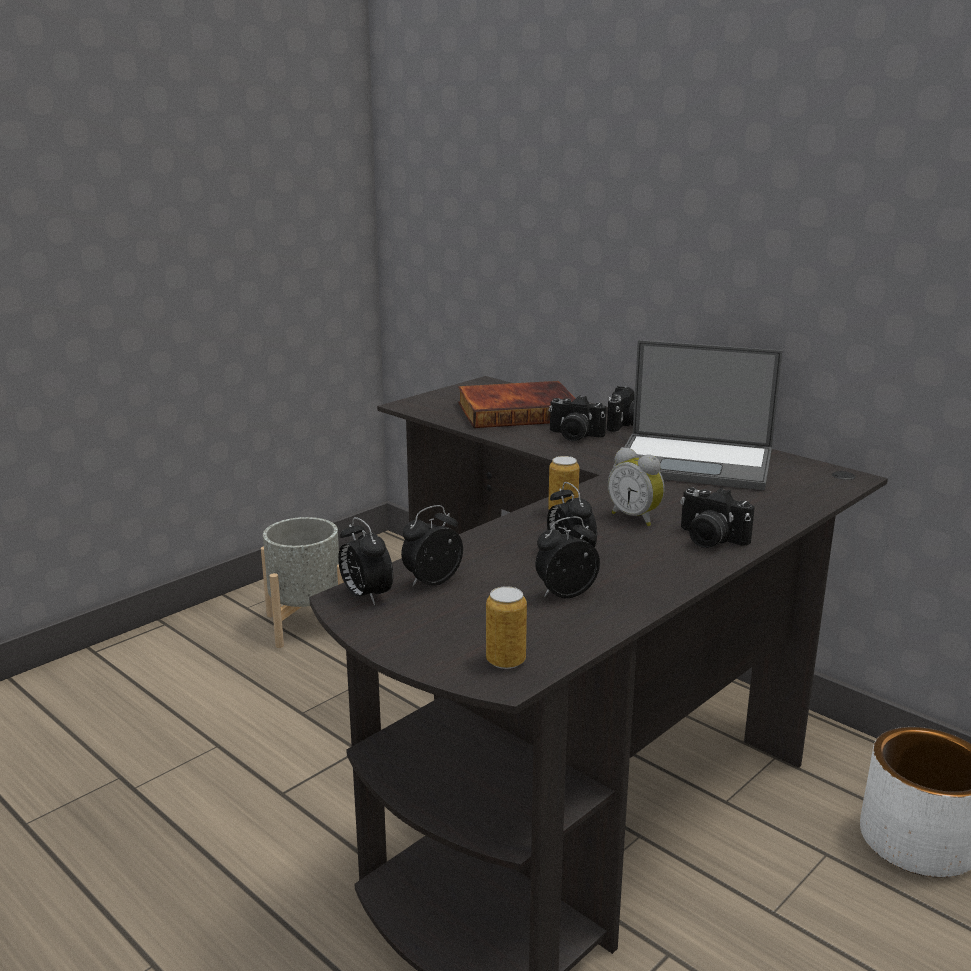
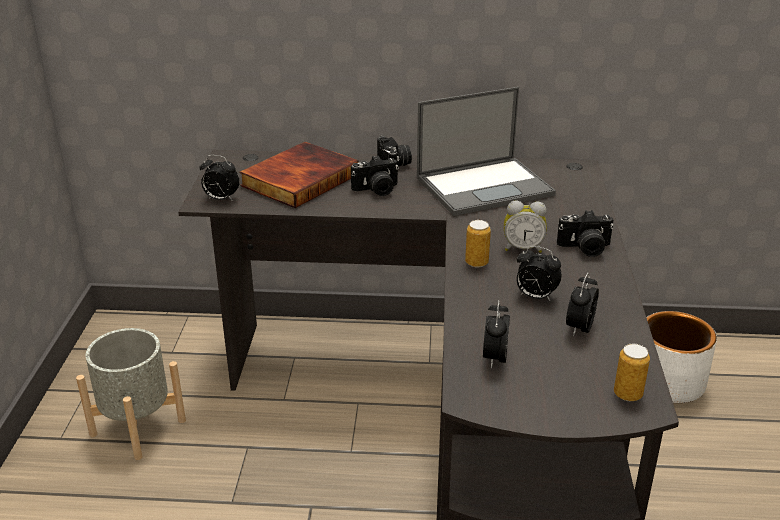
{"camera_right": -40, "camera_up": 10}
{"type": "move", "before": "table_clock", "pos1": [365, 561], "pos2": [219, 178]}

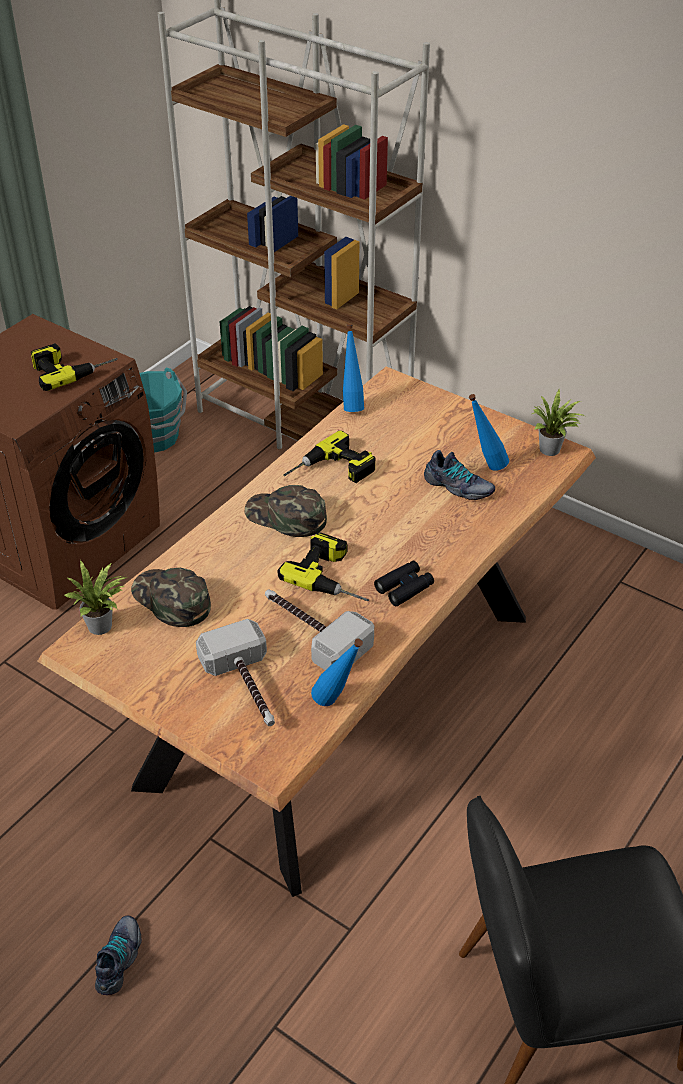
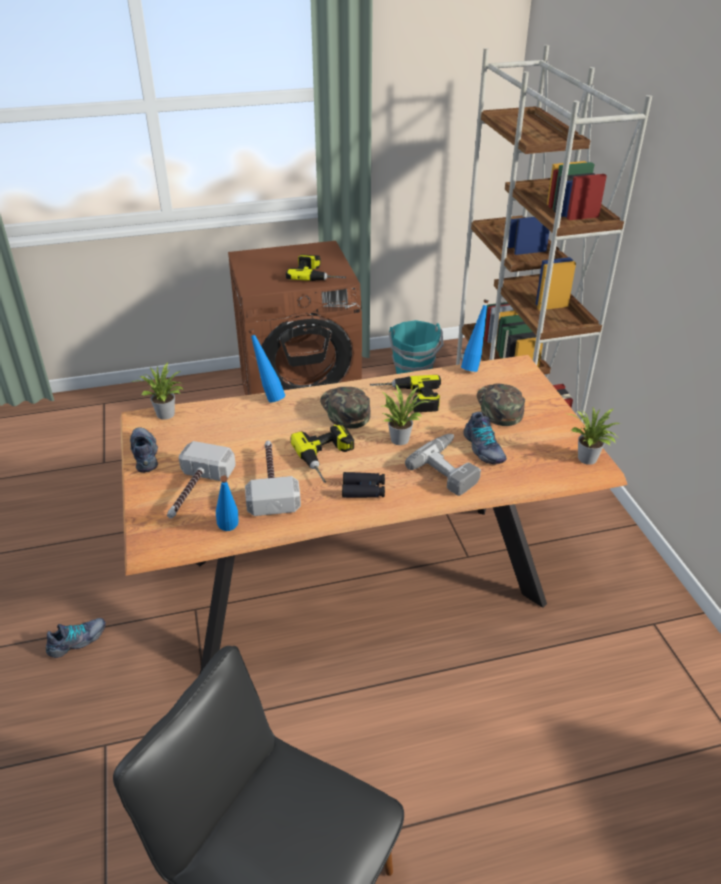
{"camera_right": 40, "camera_up": -5}
{"type": "insert", "after": "low_shoe", "pos2": [144, 450]}
{"type": "move", "before": "blue_bottle", "pos1": [489, 432], "pos2": [267, 365]}
{"type": "insert", "after": "potted_plant", "pos2": [406, 414]}
{"type": "insert", "after": "power_drill", "pos2": [443, 465]}
{"type": "move", "before": "greenish_peaked_cap", "pos1": [171, 597], "pos2": [501, 404]}

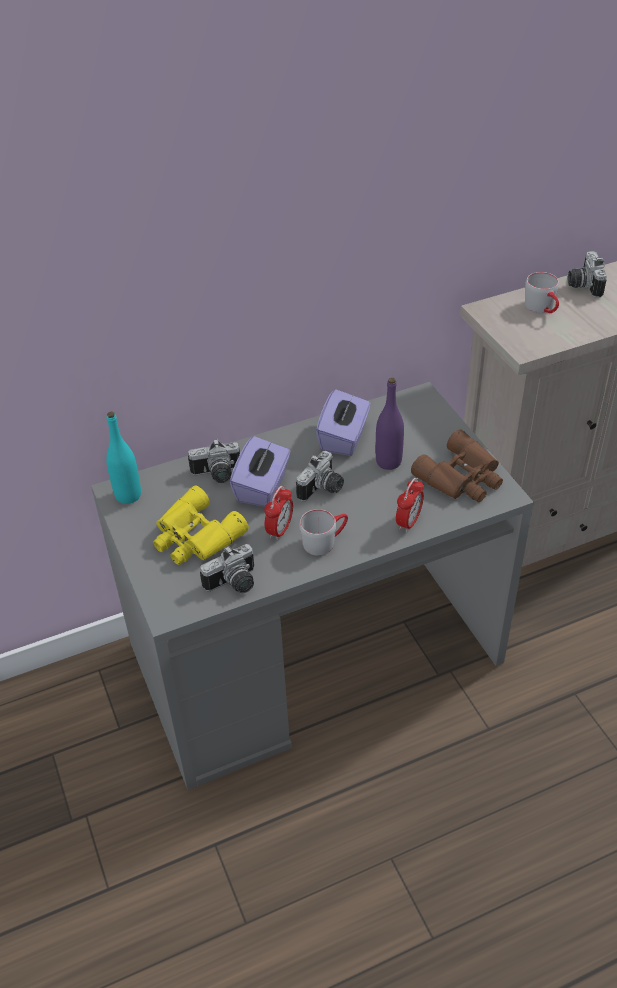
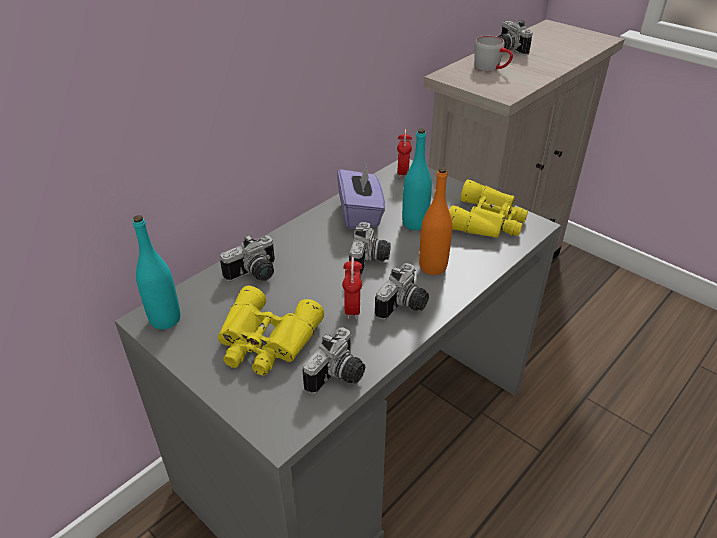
{"camera_right": -25, "camera_up": -5}
{"type": "replace", "before": "gray_coffee_mug", "after": "still_camera", "pos1": [323, 532], "pos2": [402, 291]}
{"type": "move", "before": "table_clock", "pos1": [410, 505], "pos2": [404, 154]}
{"type": "recolor", "before": "purple-coloured_bottle", "after": "turquoise_bottle", "pos1": [390, 424], "pos2": [417, 179]}
{"type": "insert", "after": "orangey_bottle", "pos2": [435, 221]}
{"type": "recolor", "before": "brown_field_glasses", "after": "yellow_field_glasses", "pos1": [457, 465], "pos2": [488, 208]}
{"type": "delete", "before": "purple-coloured_box_of_tissues", "pos1": [260, 471]}

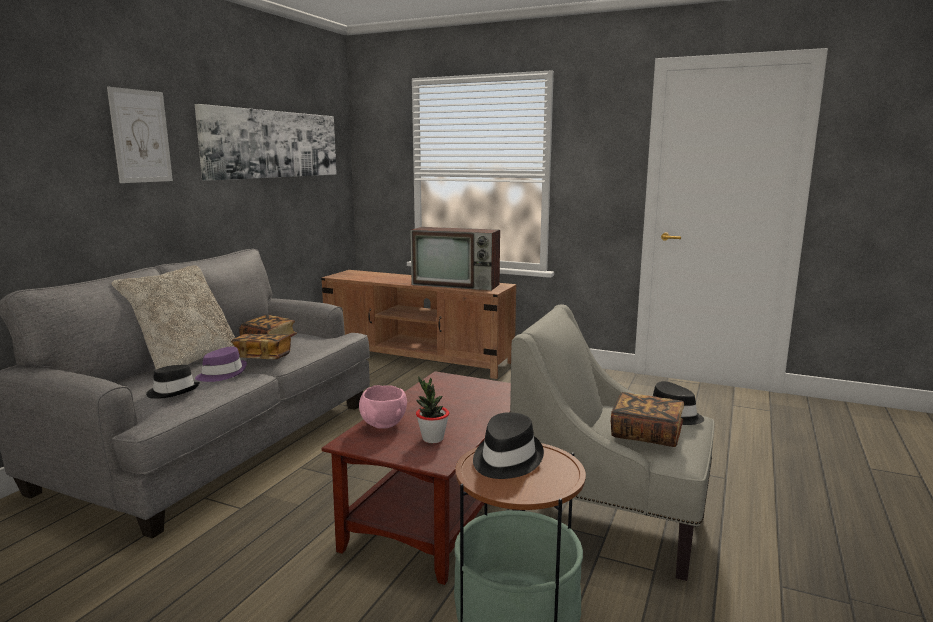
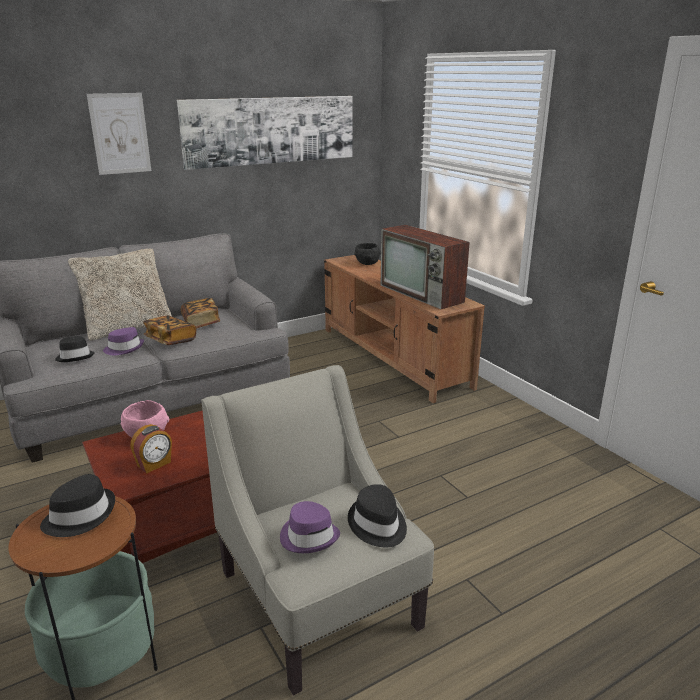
{"camera_right": 35, "camera_up": 10}
{"type": "replace", "before": "potted_plant", "after": "table_clock", "pos1": [432, 409], "pos2": [151, 448]}
{"type": "replace", "before": "volume", "after": "purple-coloured_hat", "pos1": [647, 419], "pos2": [310, 527]}
{"type": "insert", "after": "black-coloured_serving_bowl", "pos2": [367, 254]}

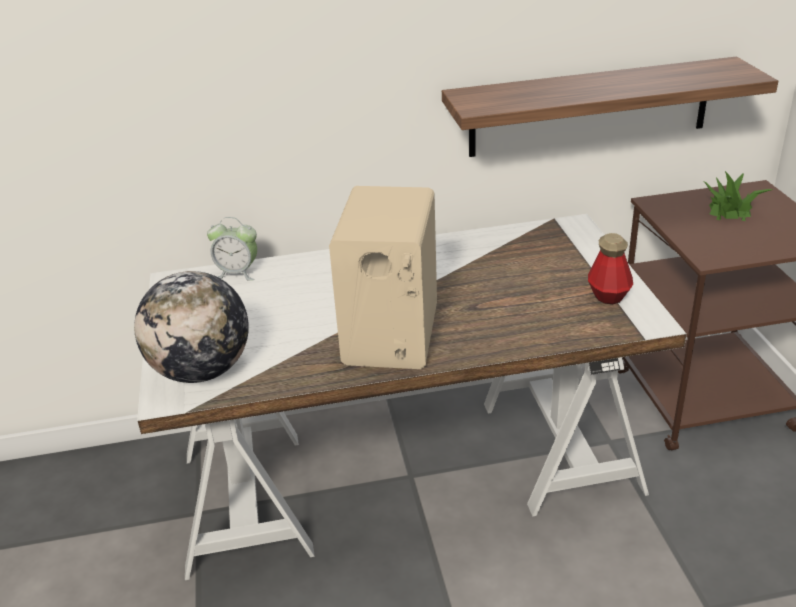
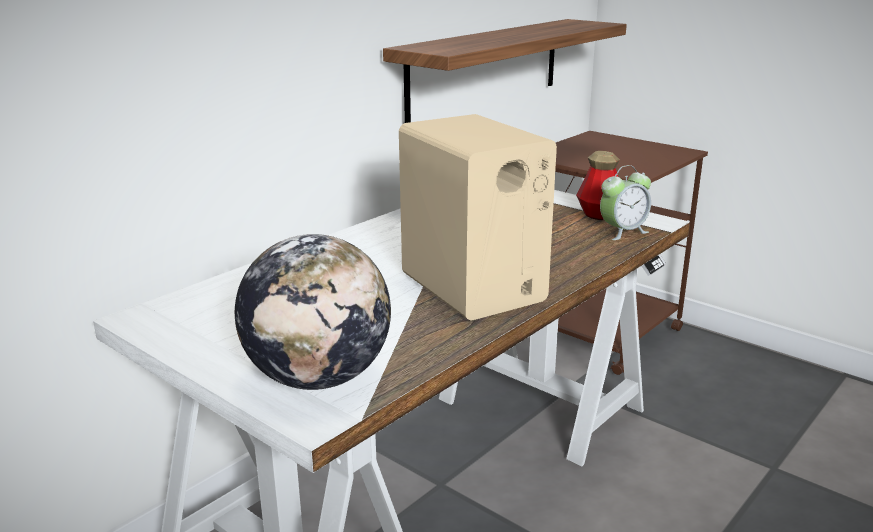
{"camera_right": -40, "camera_up": -10}
{"type": "move", "before": "table_clock", "pos1": [232, 249], "pos2": [625, 202]}
{"type": "delete", "before": "potted_plant", "pos1": [738, 196]}

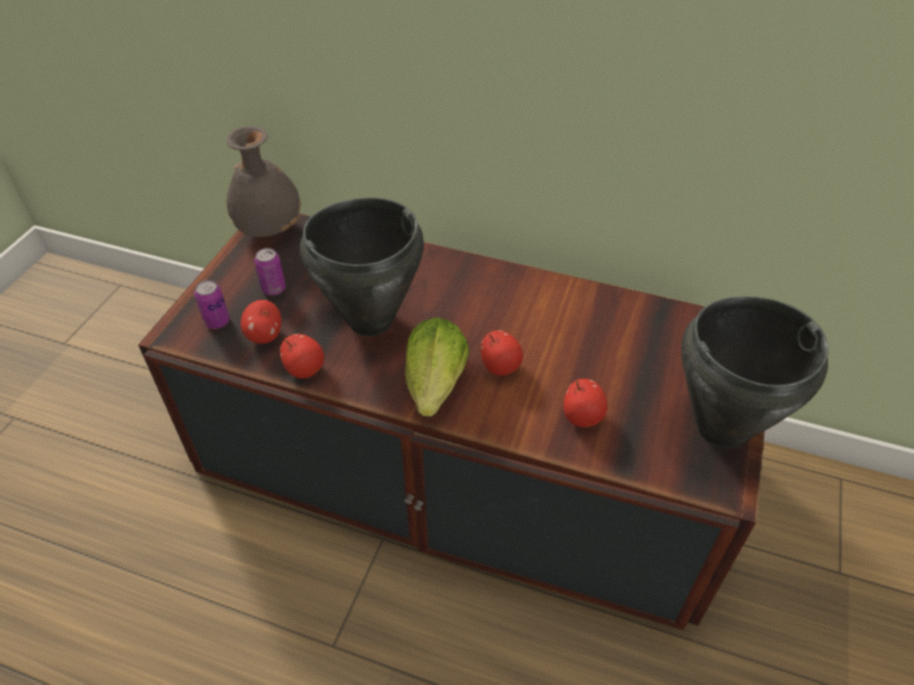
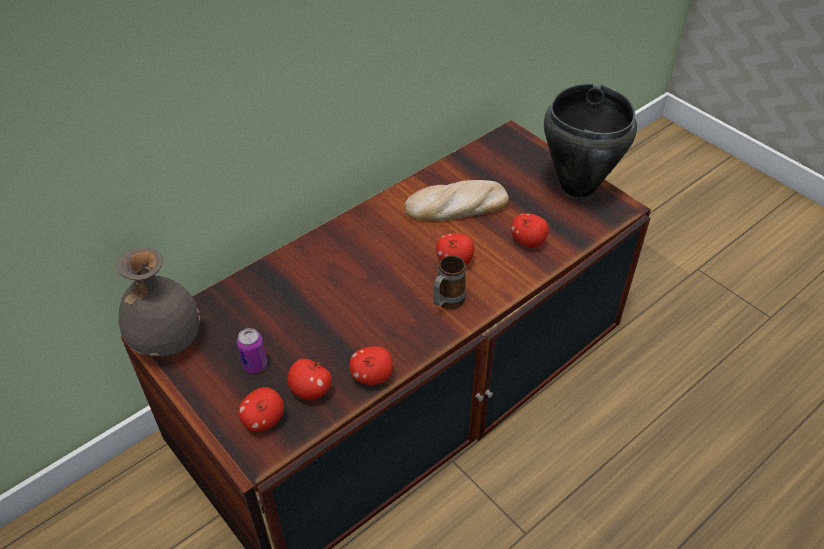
{"camera_right": -60, "camera_up": 0}
{"type": "replace", "before": "metal_can", "after": "apple", "pos1": [211, 304], "pos2": [261, 409]}
{"type": "insert", "after": "bread", "pos2": [456, 200]}
{"type": "replace", "before": "head_of_lettuce", "after": "coffee_mug", "pos1": [437, 367], "pos2": [450, 282]}
{"type": "delete", "before": "black-coloured_saucepot", "pos1": [362, 267]}

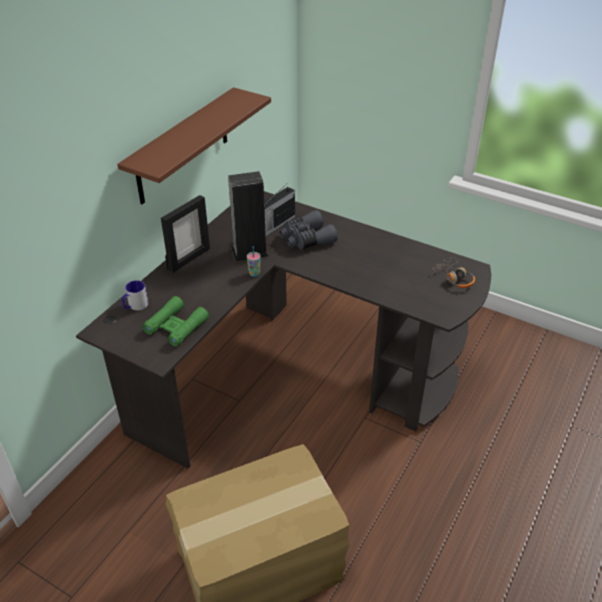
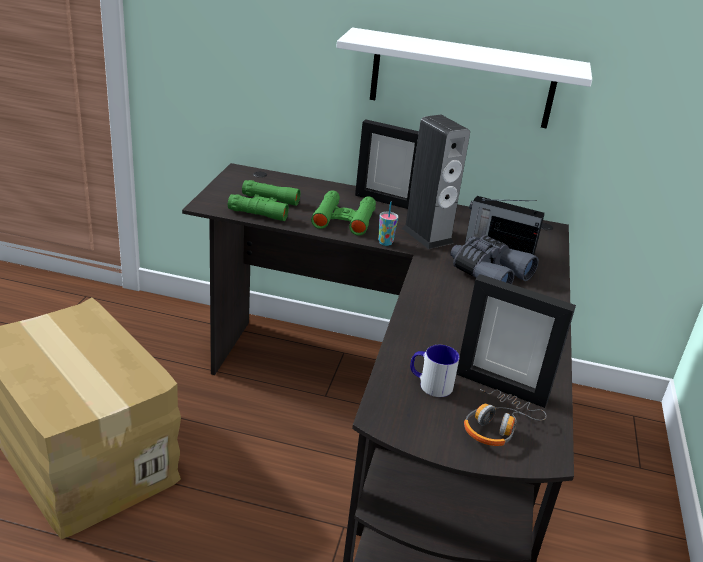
{"camera_right": 70, "camera_up": -10}
{"type": "insert", "after": "greenish_field_glasses", "pos2": [343, 212]}
{"type": "recolor", "before": "brown_shelf", "after": "whitish_shelf", "pos1": [194, 145], "pos2": [464, 77]}
{"type": "move", "before": "coffee_mug", "pos1": [135, 295], "pos2": [435, 371]}
{"type": "insert", "after": "picture_frame", "pos2": [516, 341]}

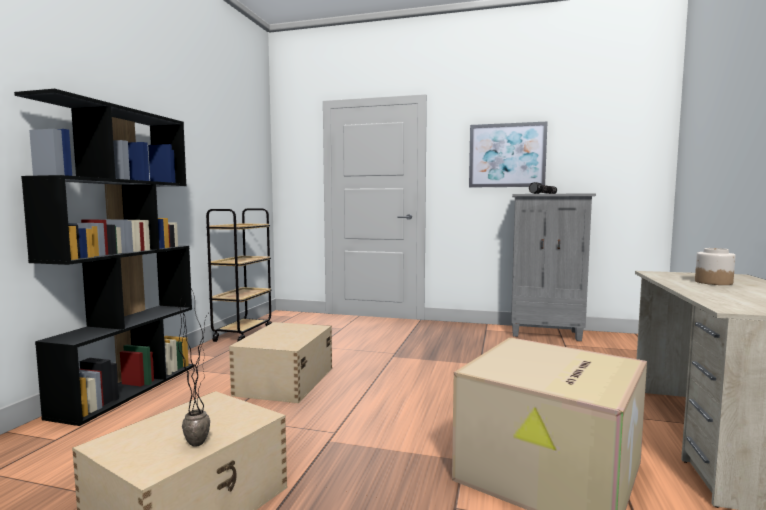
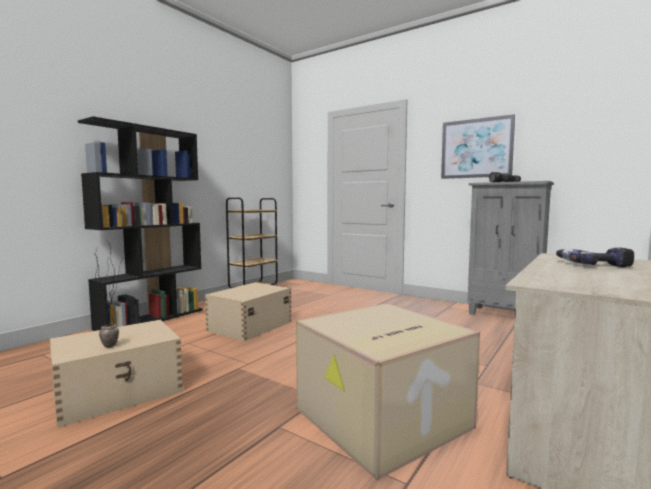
{"camera_right": 20, "camera_up": 0}
{"type": "replace", "before": "storage_jar", "after": "power_drill", "pos1": [715, 266], "pos2": [595, 257]}

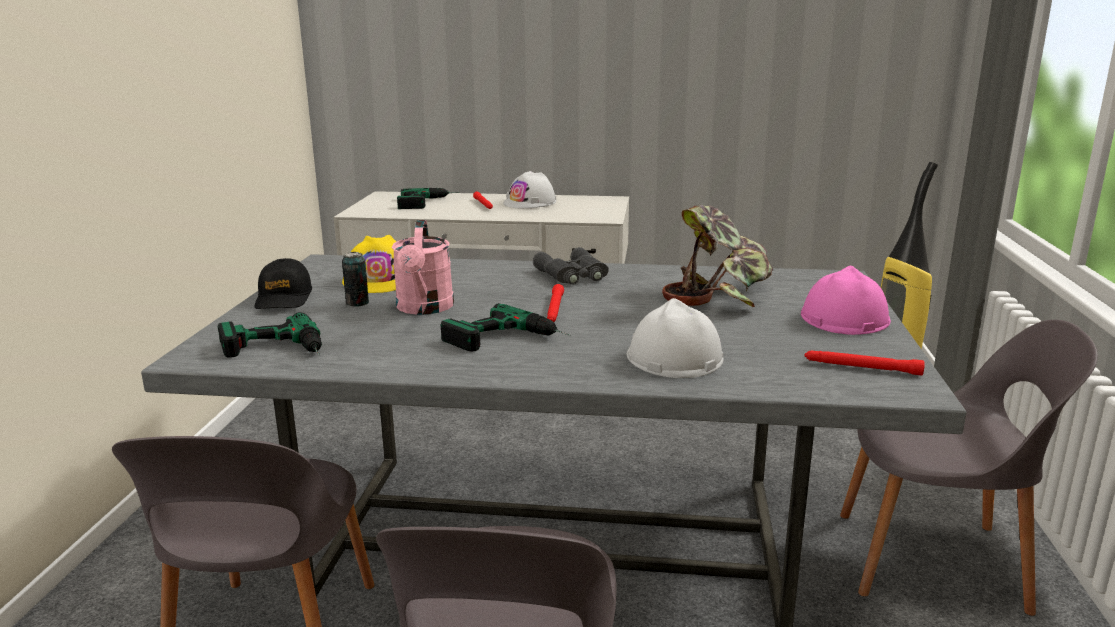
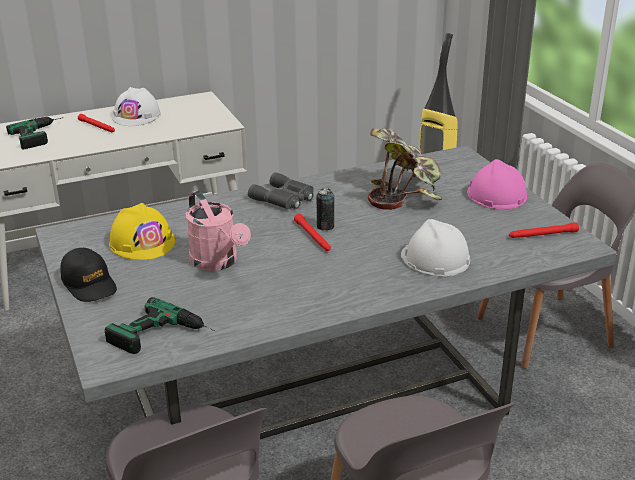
{"camera_right": -30, "camera_up": 10}
{"type": "move", "before": "metal_can", "pos1": [355, 279], "pos2": [325, 209]}
{"type": "delete", "before": "power_drill", "pos1": [505, 327]}

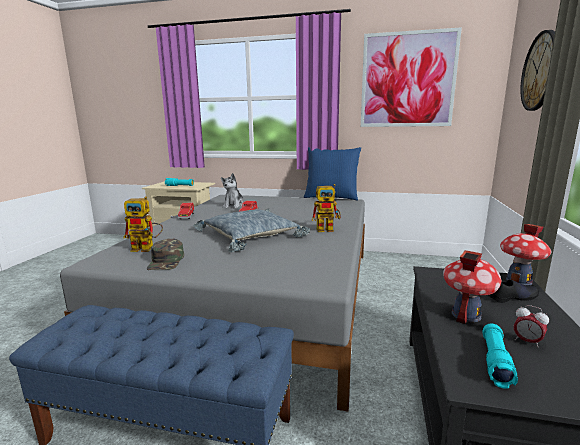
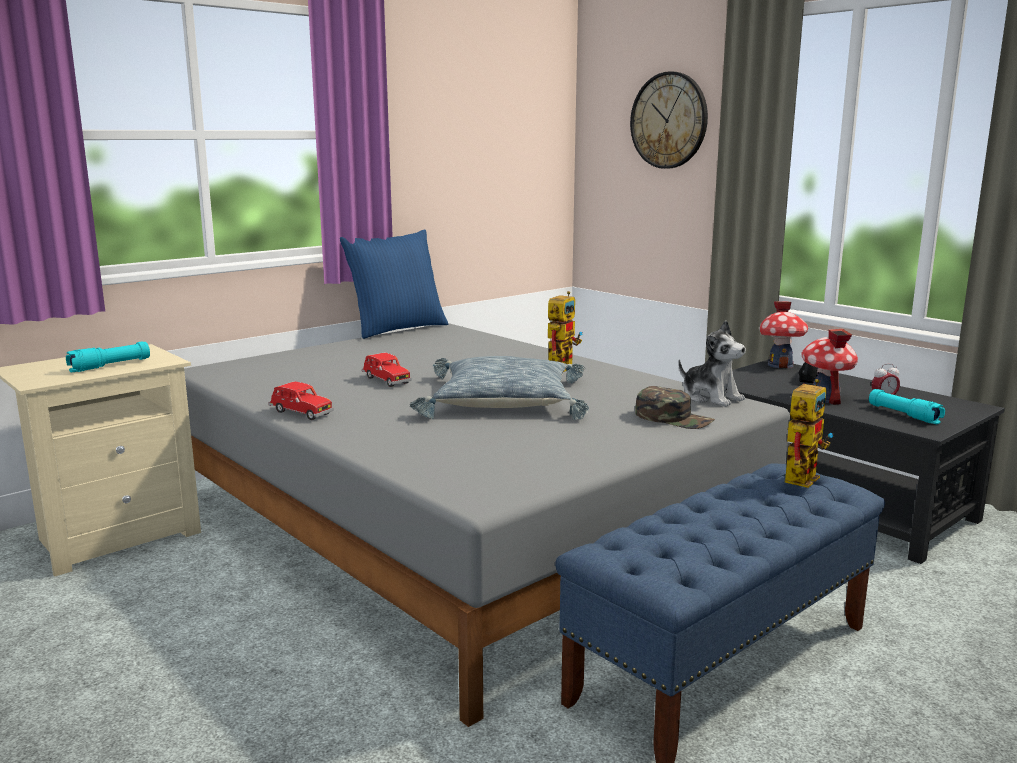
{"camera_right": -55, "camera_up": 0}
{"type": "move", "before": "greenish_peaked_cap", "pos1": [165, 254], "pos2": [675, 407]}
{"type": "move", "before": "plush_toy", "pos1": [232, 191], "pos2": [712, 364]}
{"type": "move", "before": "toy_robot", "pos1": [143, 224], "pos2": [809, 433]}
{"type": "delete", "before": "picture", "pos1": [411, 77]}

